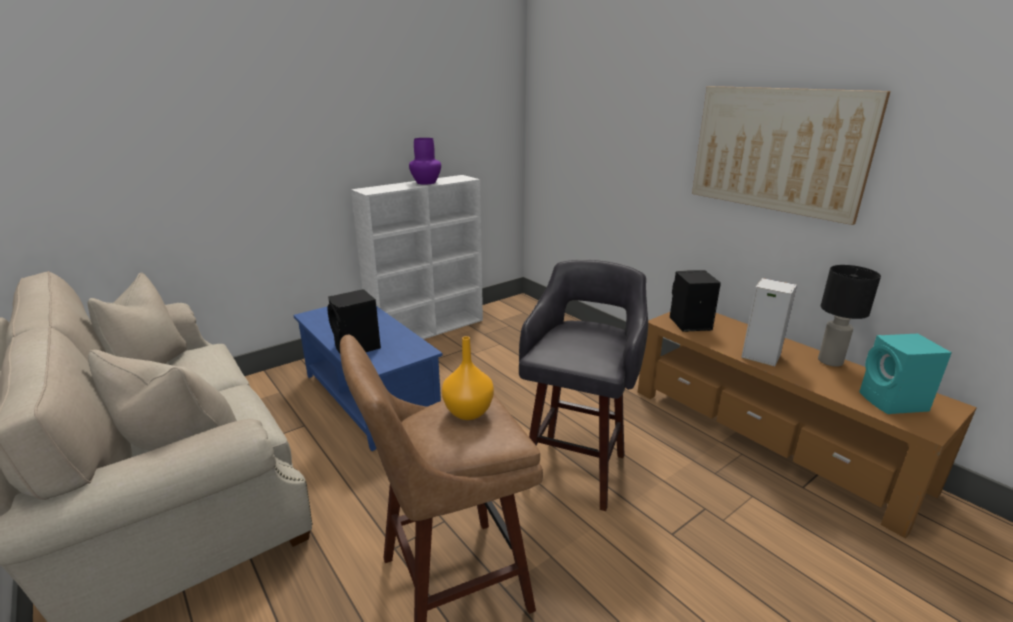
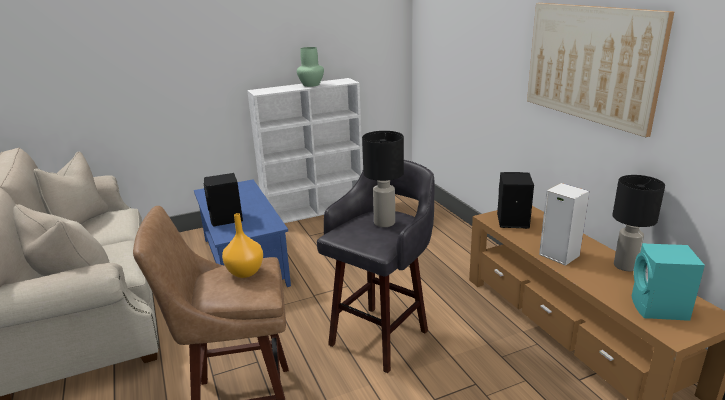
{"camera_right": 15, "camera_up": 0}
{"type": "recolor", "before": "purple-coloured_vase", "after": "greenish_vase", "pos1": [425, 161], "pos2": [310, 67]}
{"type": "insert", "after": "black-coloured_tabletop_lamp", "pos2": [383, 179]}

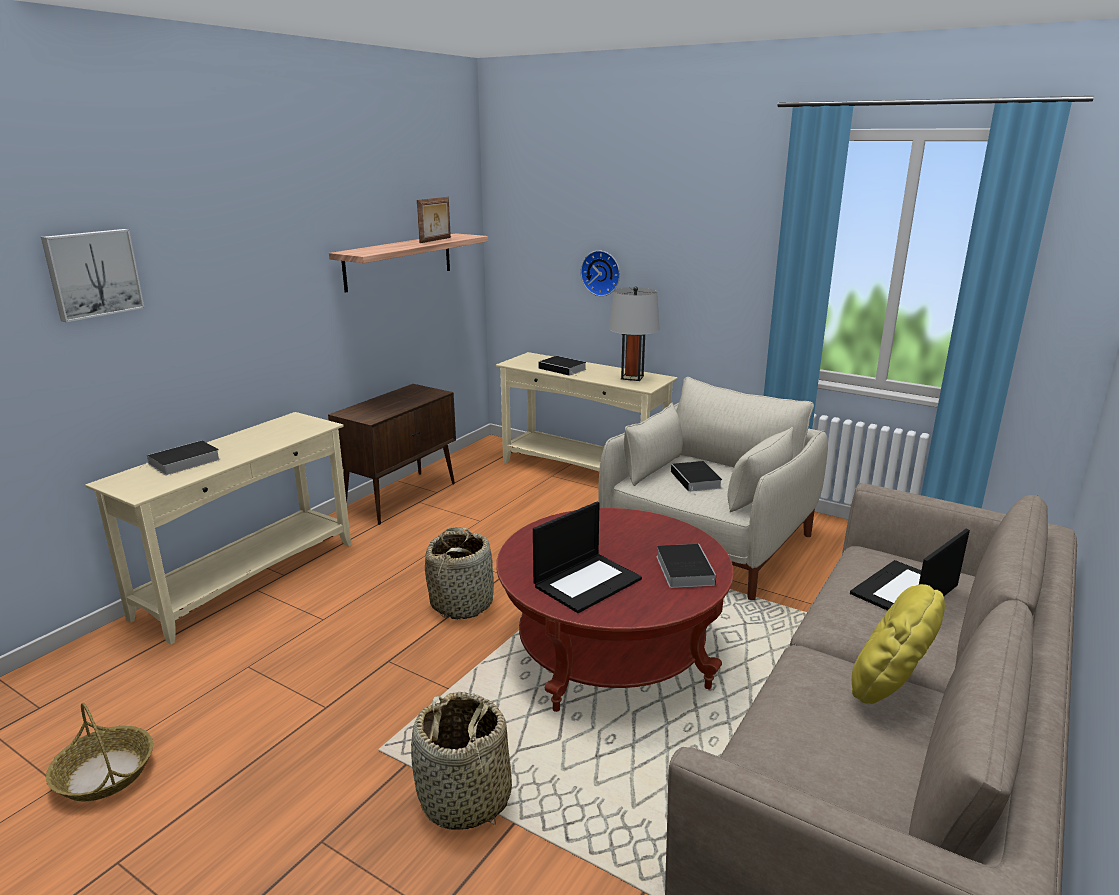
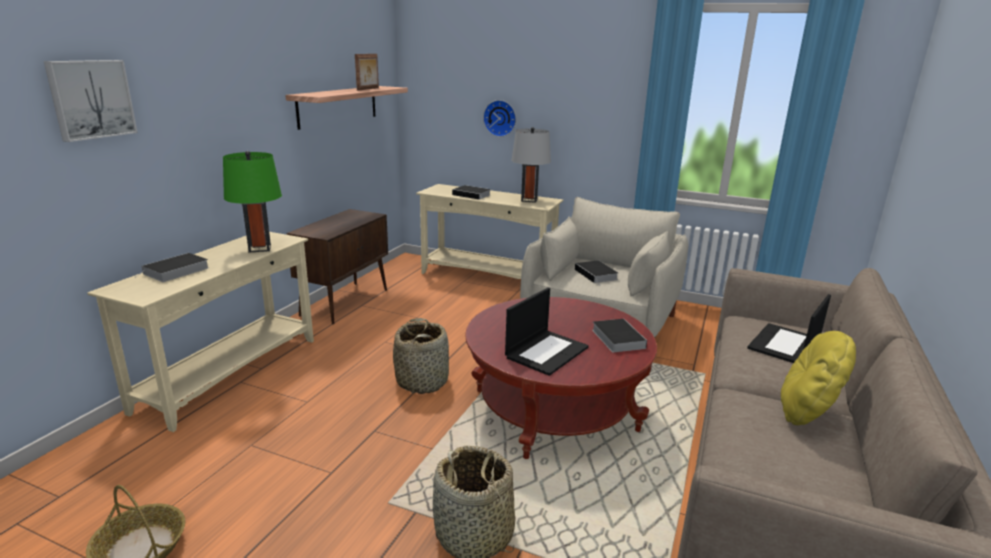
{"camera_right": -10, "camera_up": 0}
{"type": "insert", "after": "greenish_tabletop_lamp", "pos2": [252, 202]}

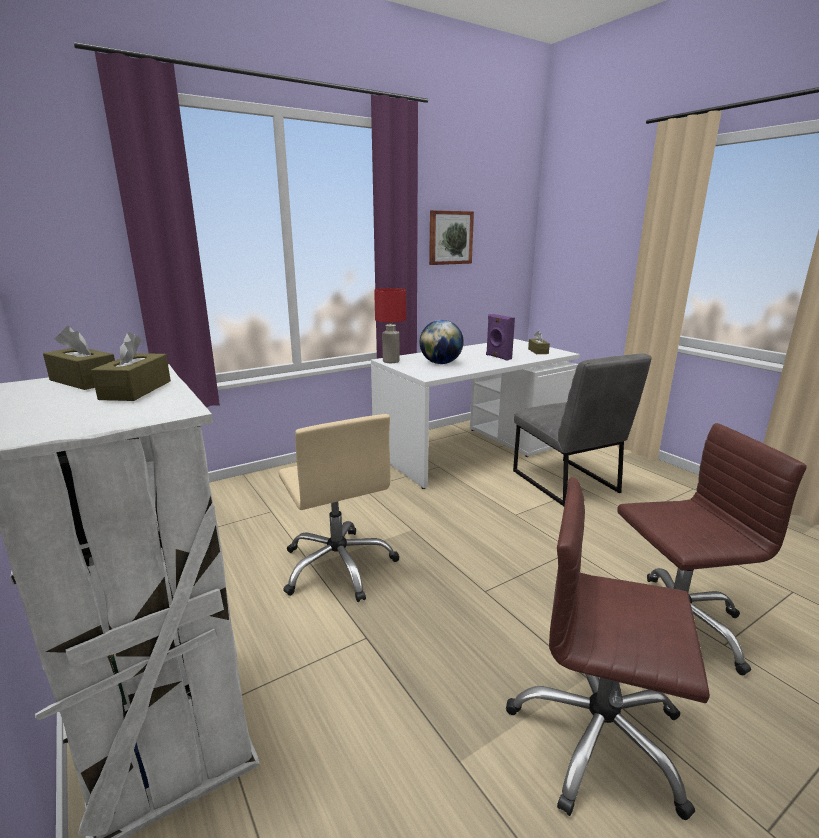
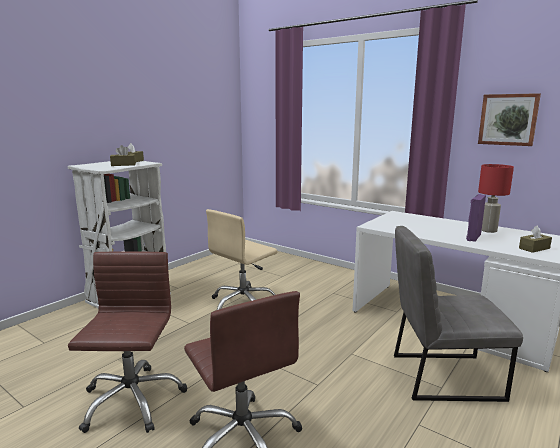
{"camera_right": 70, "camera_up": -5}
{"type": "rotate", "before": "gray_chair", "pos1": [582, 429], "pos2": [458, 314], "turn": 45}
{"type": "move", "before": "red_tabletop_lamp", "pos1": [390, 325], "pos2": [496, 198]}
{"type": "delete", "before": "desk_globe", "pos1": [442, 342]}

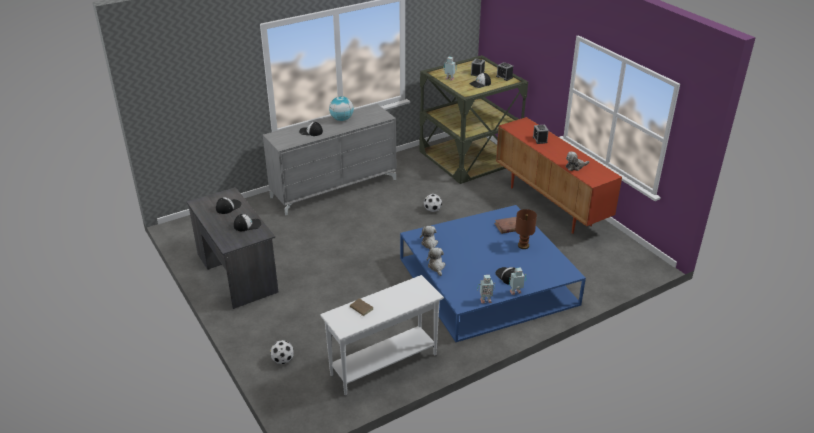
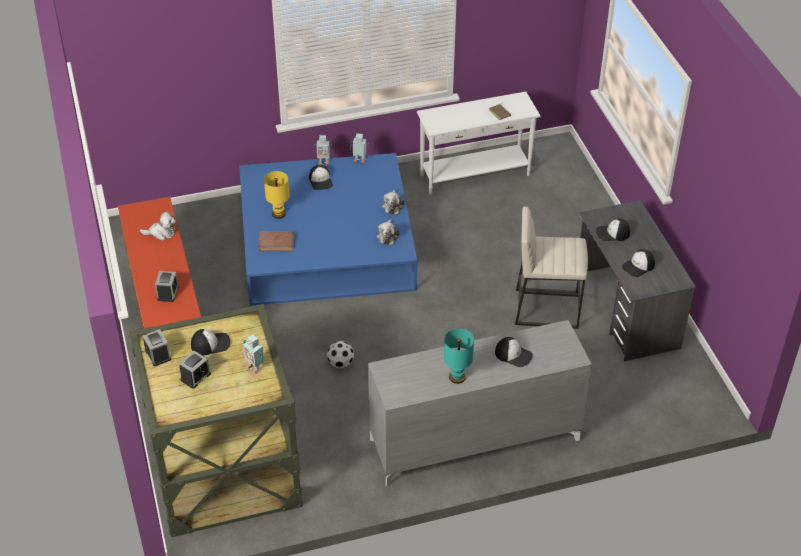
{"camera_right": -165, "camera_up": 10}
{"type": "recolor", "before": "brown_tabletop_lamp", "after": "yellow_tabletop_lamp", "pos1": [526, 229], "pos2": [277, 195]}
{"type": "replace", "before": "desk_globe", "after": "turquoise_tabletop_lamp", "pos1": [341, 108], "pos2": [459, 356]}
{"type": "insert", "after": "sand-coloured_stool_seat", "pos2": [551, 268]}
{"type": "delete", "before": "football", "pos1": [282, 352]}

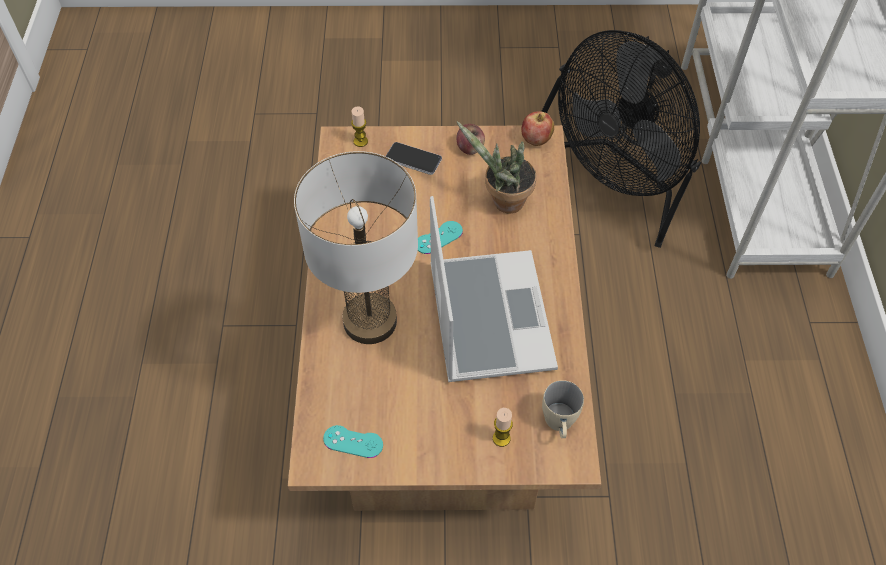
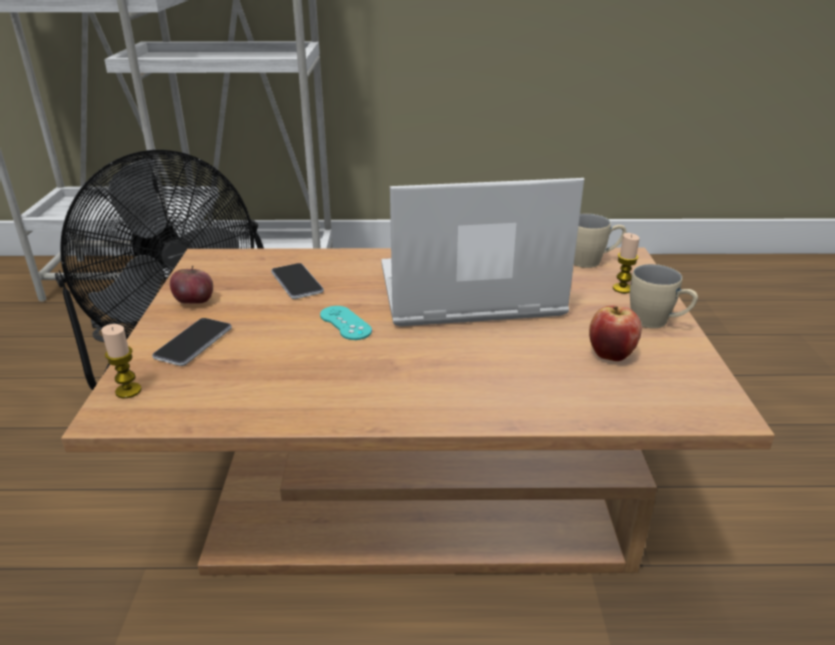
{"camera_right": -90, "camera_up": -25}
{"type": "replace", "before": "potted_plant", "after": "handset", "pos1": [497, 167], "pos2": [297, 281]}
{"type": "move", "before": "apple", "pos1": [537, 128], "pos2": [615, 333]}
{"type": "insert", "after": "sand-coloured_coffee_mug", "pos2": [664, 296]}
{"type": "delete", "before": "tabletop_lamp", "pos1": [356, 247]}
{"type": "delete", "before": "turquoise_joypad", "pos1": [353, 441]}

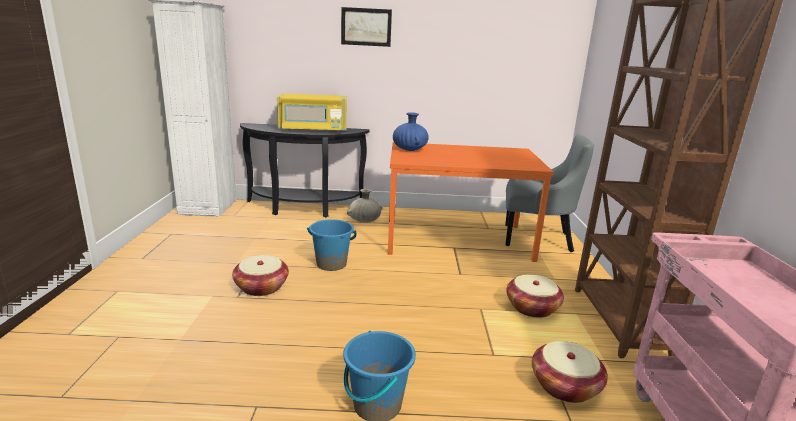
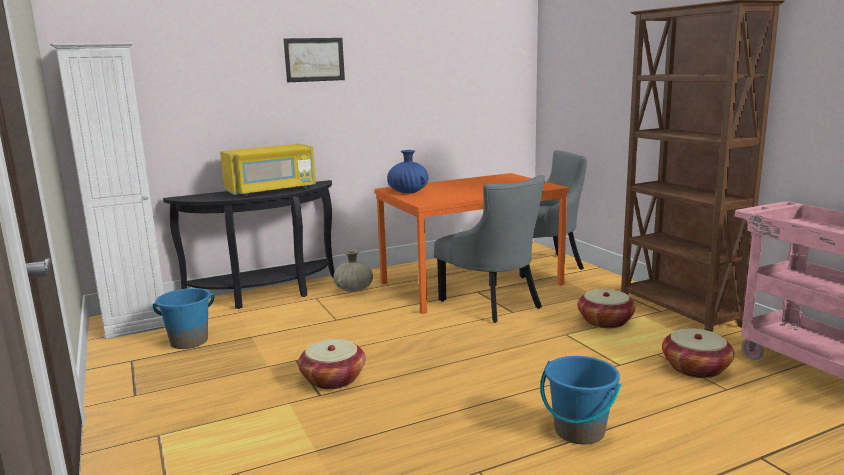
{"camera_right": -25, "camera_up": -5}
{"type": "move", "before": "blue_bucket", "pos1": [331, 245], "pos2": [183, 318]}
{"type": "insert", "after": "gray_chair", "pos2": [489, 249]}

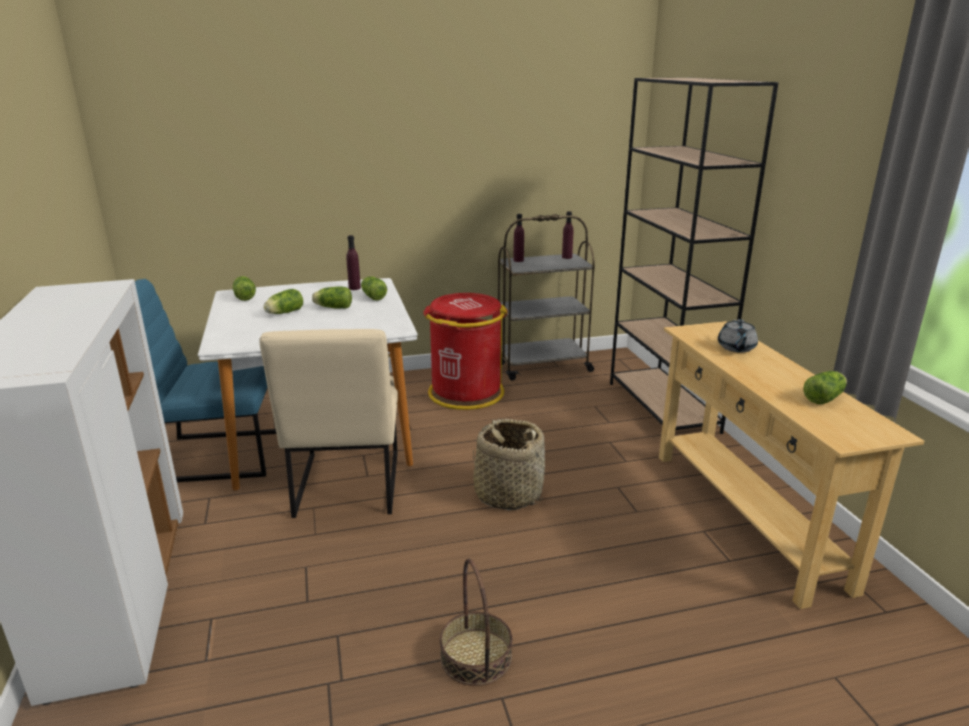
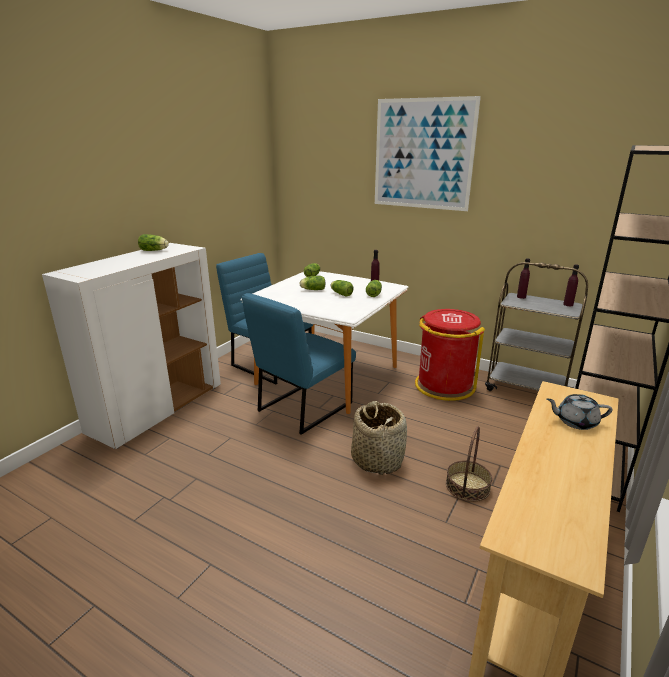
{"camera_right": 45, "camera_up": 0}
{"type": "move", "before": "head_of_lettuce", "pos1": [825, 387], "pos2": [153, 242]}
{"type": "recolor", "before": "sand-coloured_chair", "after": "blue_chair", "pos1": [328, 423], "pos2": [299, 364]}
{"type": "insert", "after": "picture", "pos2": [428, 153]}
{"type": "move", "before": "storage_basket", "pos1": [476, 622], "pos2": [469, 464]}
{"type": "rotate", "before": "gray_tea_pot", "pos1": [738, 336], "pos2": [580, 412], "turn": 45}

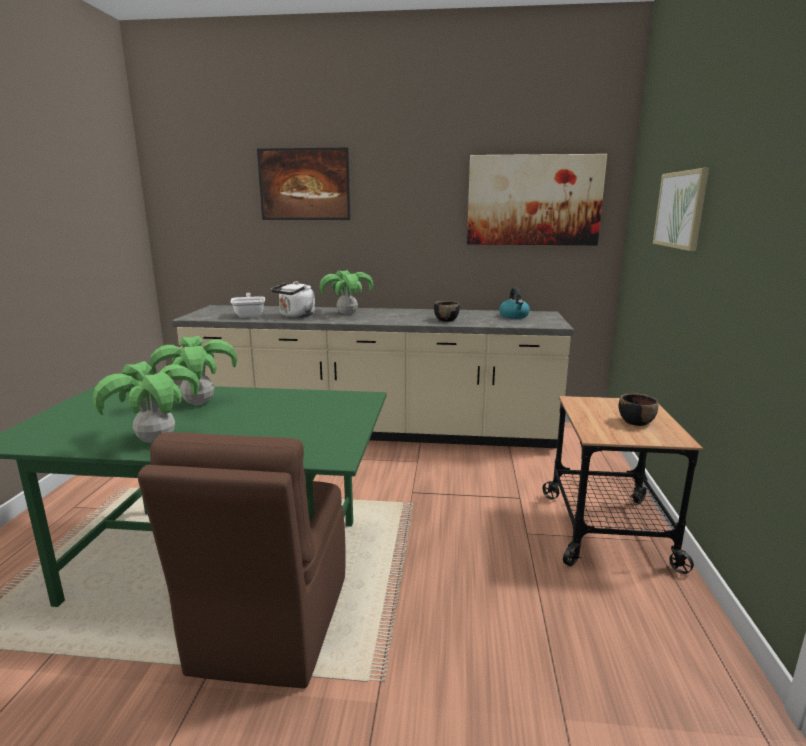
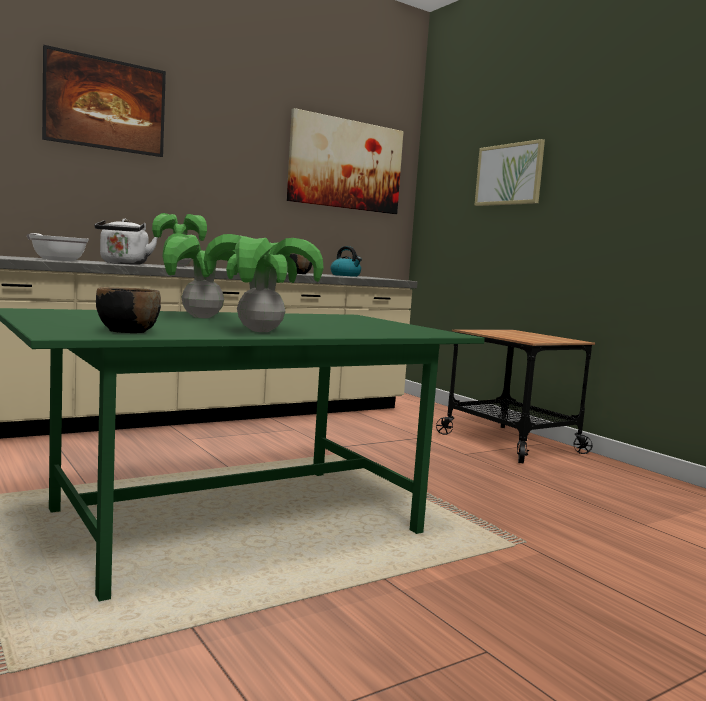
{"camera_right": -40, "camera_up": -10}
{"type": "move", "before": "black-coloured_serving_bowl", "pos1": [638, 410], "pos2": [128, 310]}
{"type": "delete", "before": "brown_chair", "pos1": [241, 560]}

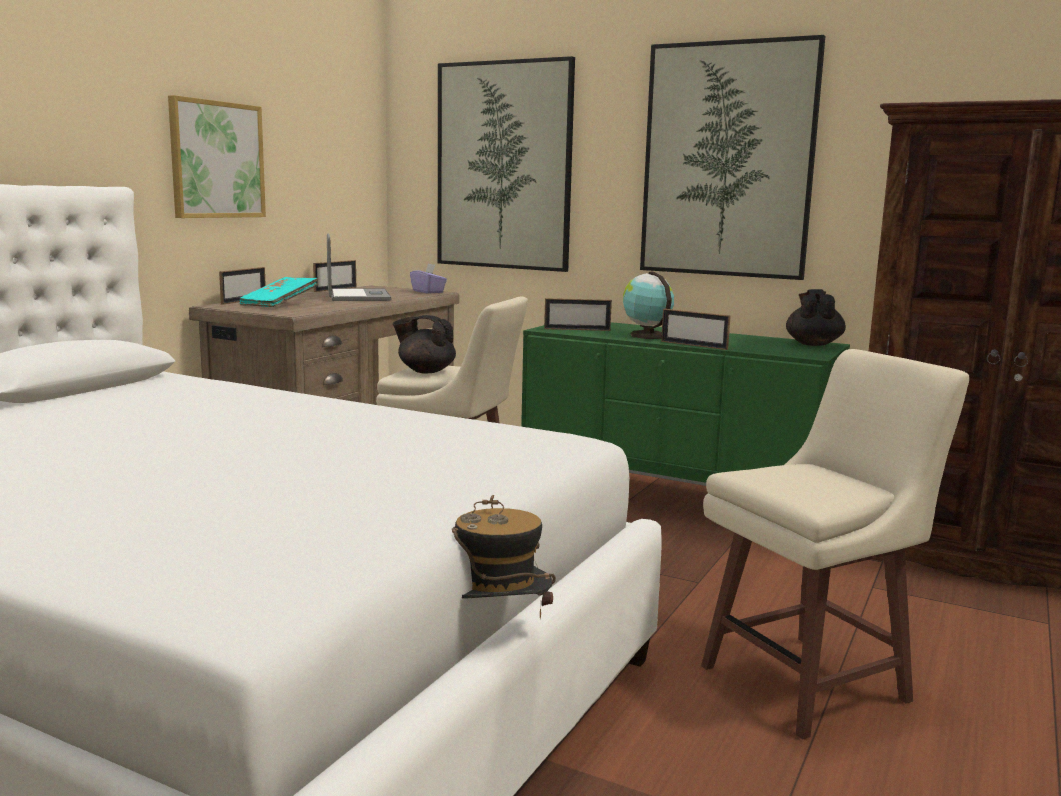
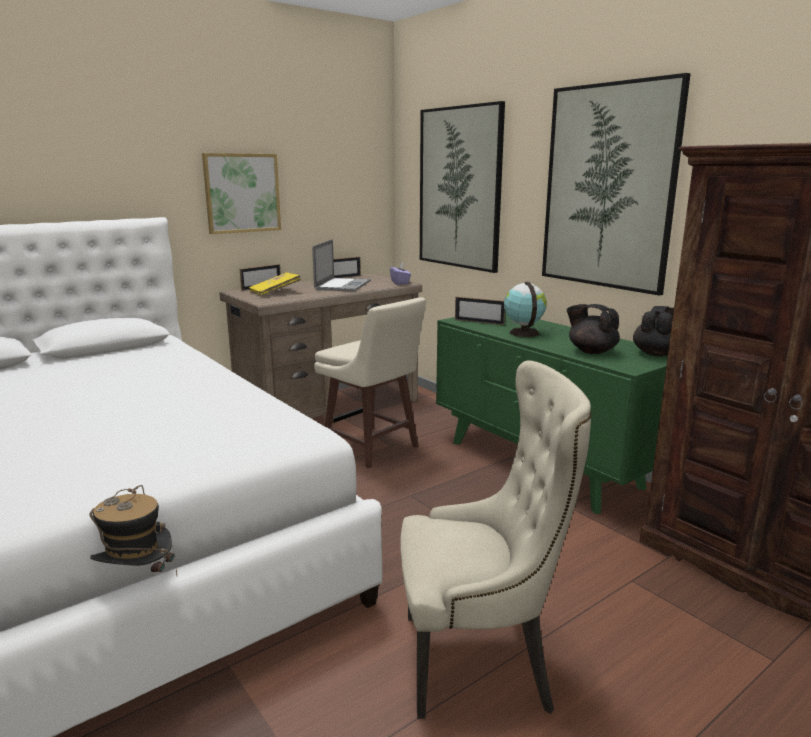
{"camera_right": 25, "camera_up": 5}
{"type": "recolor", "before": "turquoise_volume", "after": "yellow_volume", "pos1": [279, 292], "pos2": [275, 284]}
{"type": "replace", "before": "sand-coloured_stool_seat", "after": "sand-coloured_chair", "pos1": [835, 544], "pos2": [495, 540]}
{"type": "move", "before": "black-coloured_tea_pot", "pos1": [424, 344], "pos2": [593, 329]}
{"type": "delete", "before": "picture_frame", "pos1": [696, 329]}

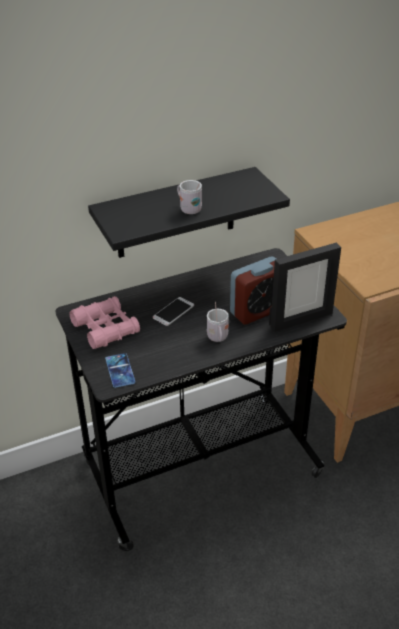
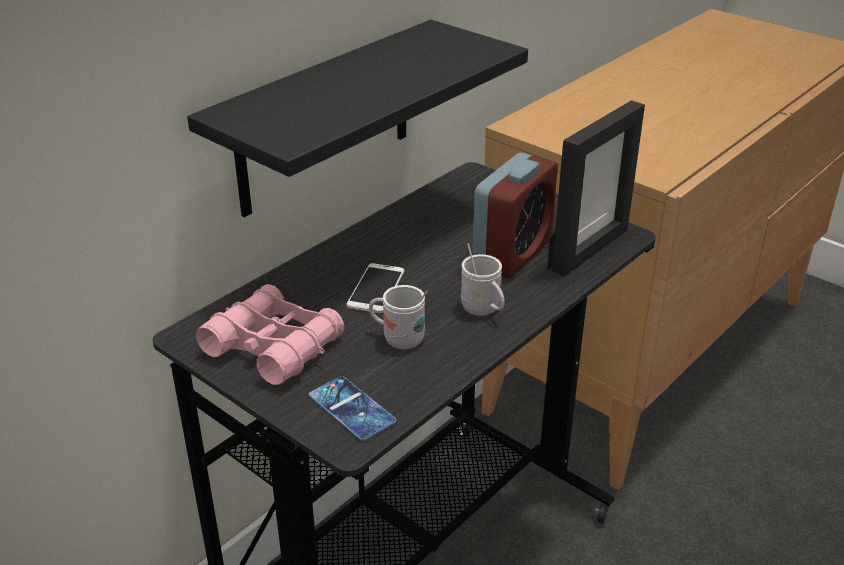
{"camera_right": -25, "camera_up": -5}
{"type": "move", "before": "whitish_coffee_mug", "pos1": [189, 197], "pos2": [398, 317]}

